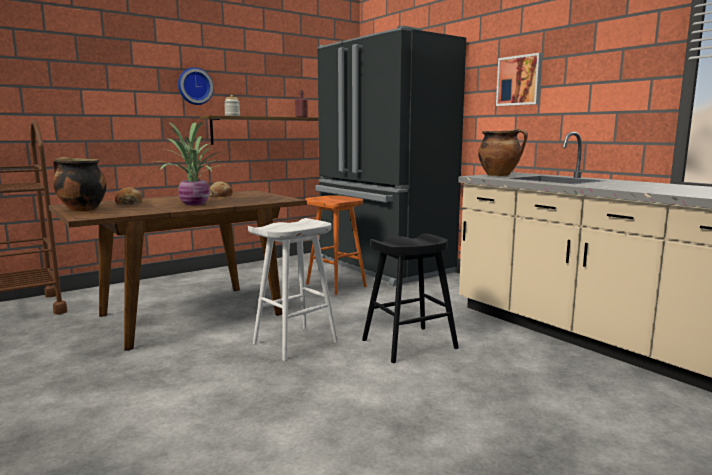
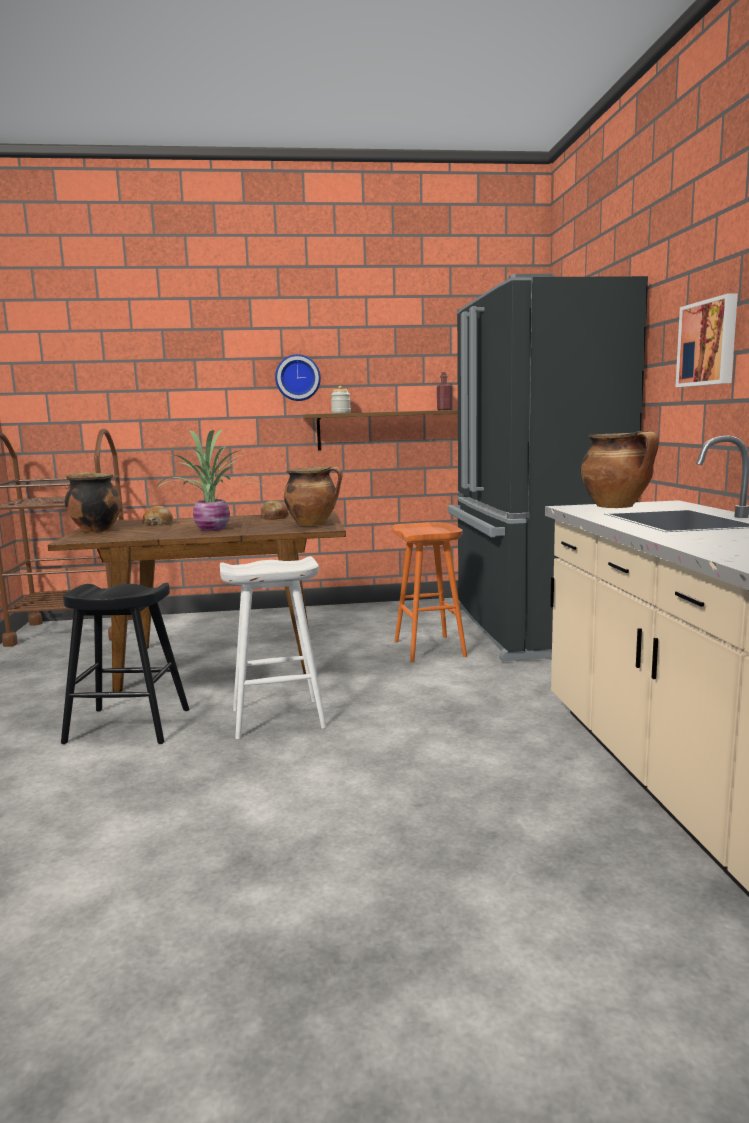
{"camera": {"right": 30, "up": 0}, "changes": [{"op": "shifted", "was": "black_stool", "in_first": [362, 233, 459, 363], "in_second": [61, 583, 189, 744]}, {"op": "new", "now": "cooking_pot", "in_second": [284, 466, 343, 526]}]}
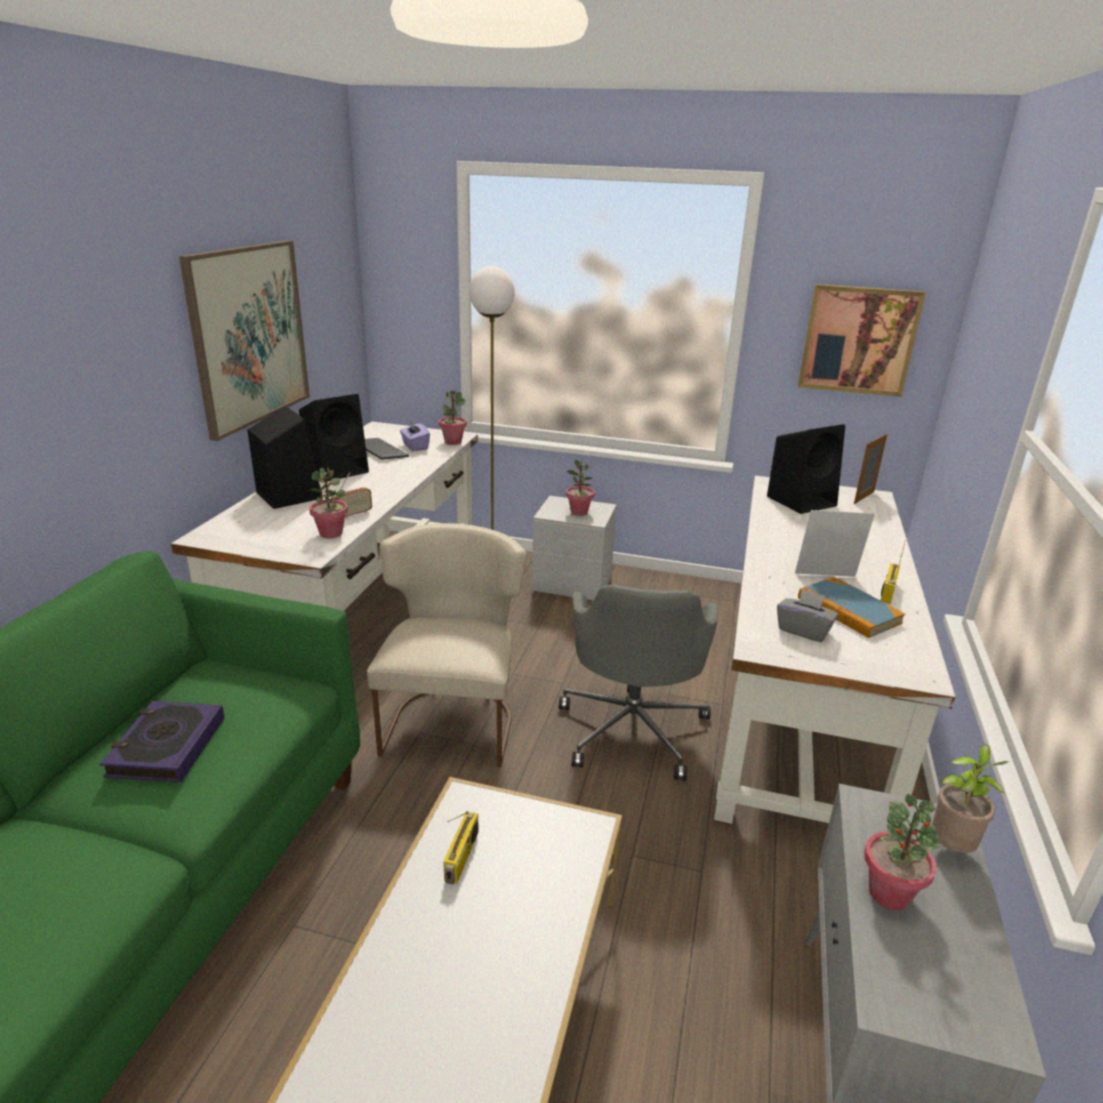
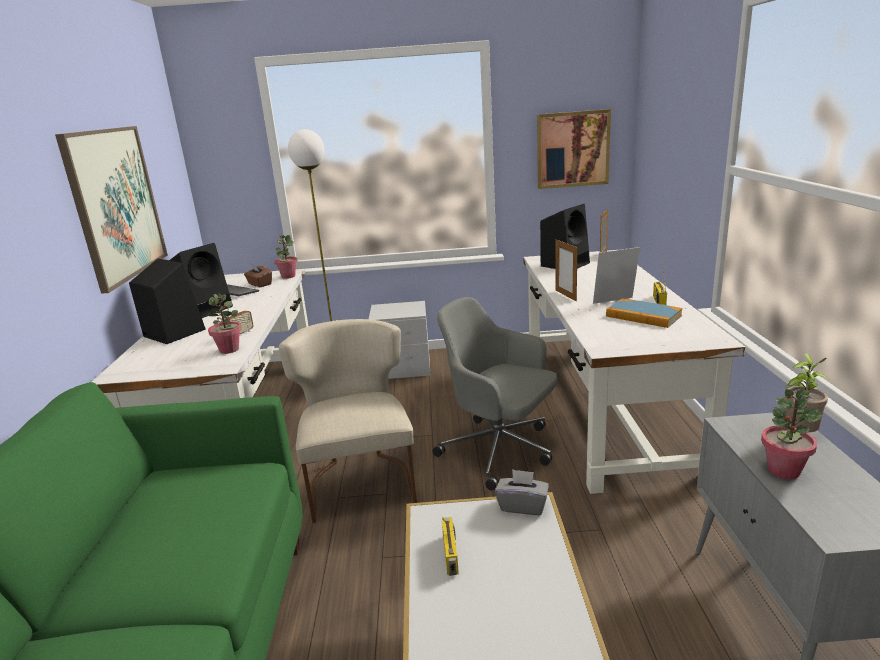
{"camera": {"right": -15, "up": -5}, "changes": [{"op": "repainted", "was": "purple_tissue_box", "now": "brown_tissue_box", "in_first": [400, 420, 430, 451], "in_second": [244, 264, 272, 287]}, {"op": "rotated", "was": "grey_office_chair", "in_first": [559, 584, 718, 781], "in_second": [433, 297, 557, 491], "clockwise": 135}, {"op": "shifted", "was": "grey_tissue_box", "in_first": [777, 589, 839, 642], "in_second": [495, 469, 549, 515]}, {"op": "new", "now": "picture_frame", "in_second": [555, 239, 578, 301]}, {"op": "gone", "was": "book", "in_first": [100, 701, 224, 782]}, {"op": "gone", "was": "potted_plant", "in_first": [566, 460, 595, 516]}]}
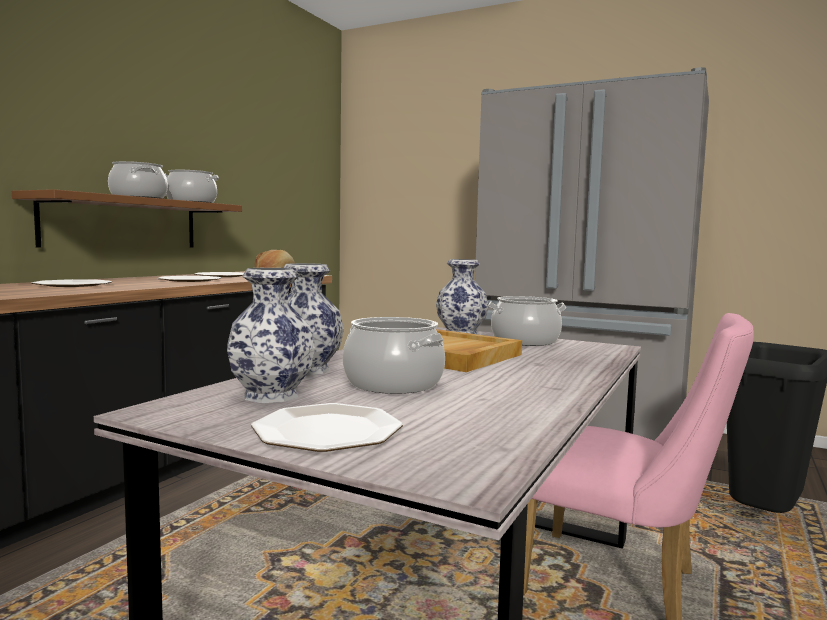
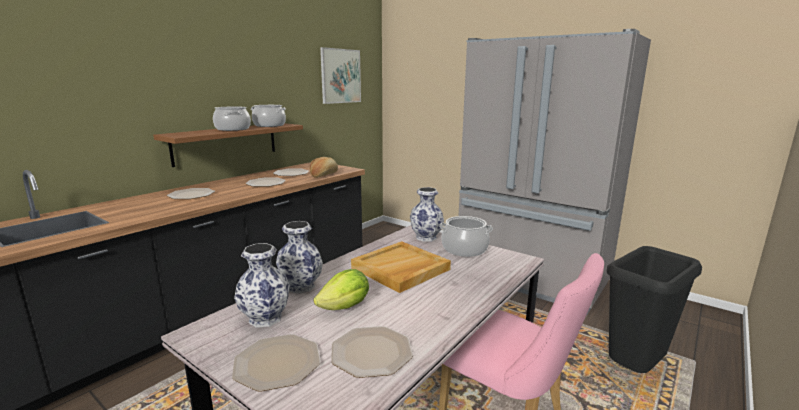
{"camera": {"right": 10, "up": 10}, "changes": [{"op": "swapped", "was": "cooking_pot", "now": "lettuce", "in_first": [343, 317, 445, 394], "in_second": [314, 269, 369, 310]}, {"op": "new", "now": "picture", "in_second": [320, 47, 361, 104]}, {"op": "new", "now": "plate", "in_second": [331, 326, 413, 378]}]}
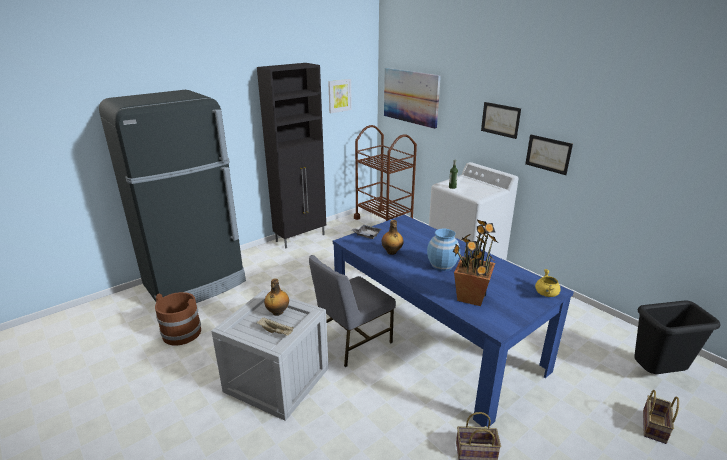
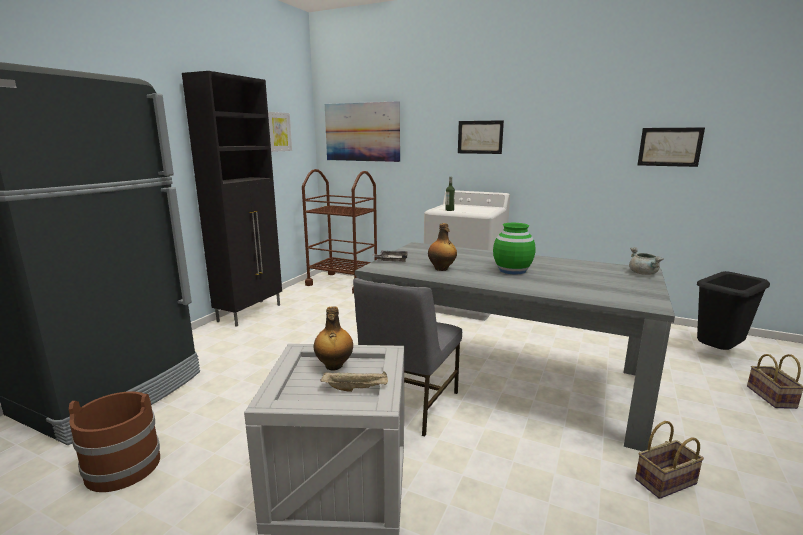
{"camera": {"right": -25, "up": -10}, "changes": [{"op": "repainted", "was": "blue_dining_table", "now": "grey_dining_table", "in_first": [333, 215, 574, 427], "in_second": [355, 242, 675, 451]}, {"op": "repainted", "was": "blue_vase", "now": "green_vase", "in_first": [427, 229, 460, 271], "in_second": [493, 223, 536, 274]}, {"op": "repainted", "was": "yellow_cooking_pot", "now": "grey_cooking_pot", "in_first": [535, 269, 561, 297], "in_second": [629, 247, 664, 275]}, {"op": "shifted", "was": "picture", "in_first": [525, 135, 573, 175], "in_second": [638, 127, 705, 167]}, {"op": "gone", "was": "potted_plant", "in_first": [453, 220, 497, 306]}]}
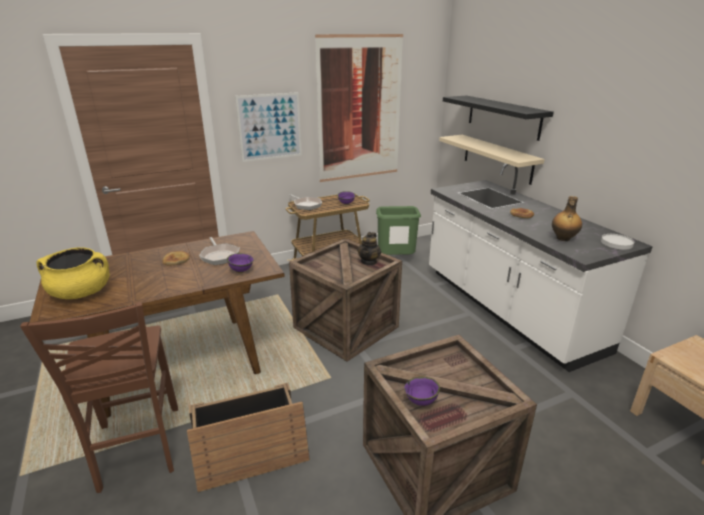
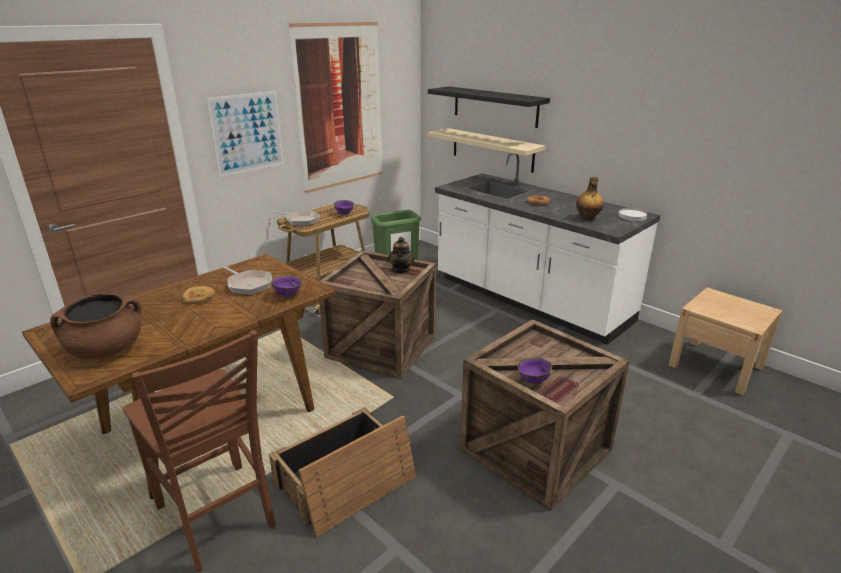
{"camera": {"right": -20, "up": 0}, "changes": [{"op": "repainted", "was": "yellow_cooking_pot", "now": "brown_cooking_pot", "in_first": [36, 247, 110, 299], "in_second": [50, 293, 142, 359]}]}
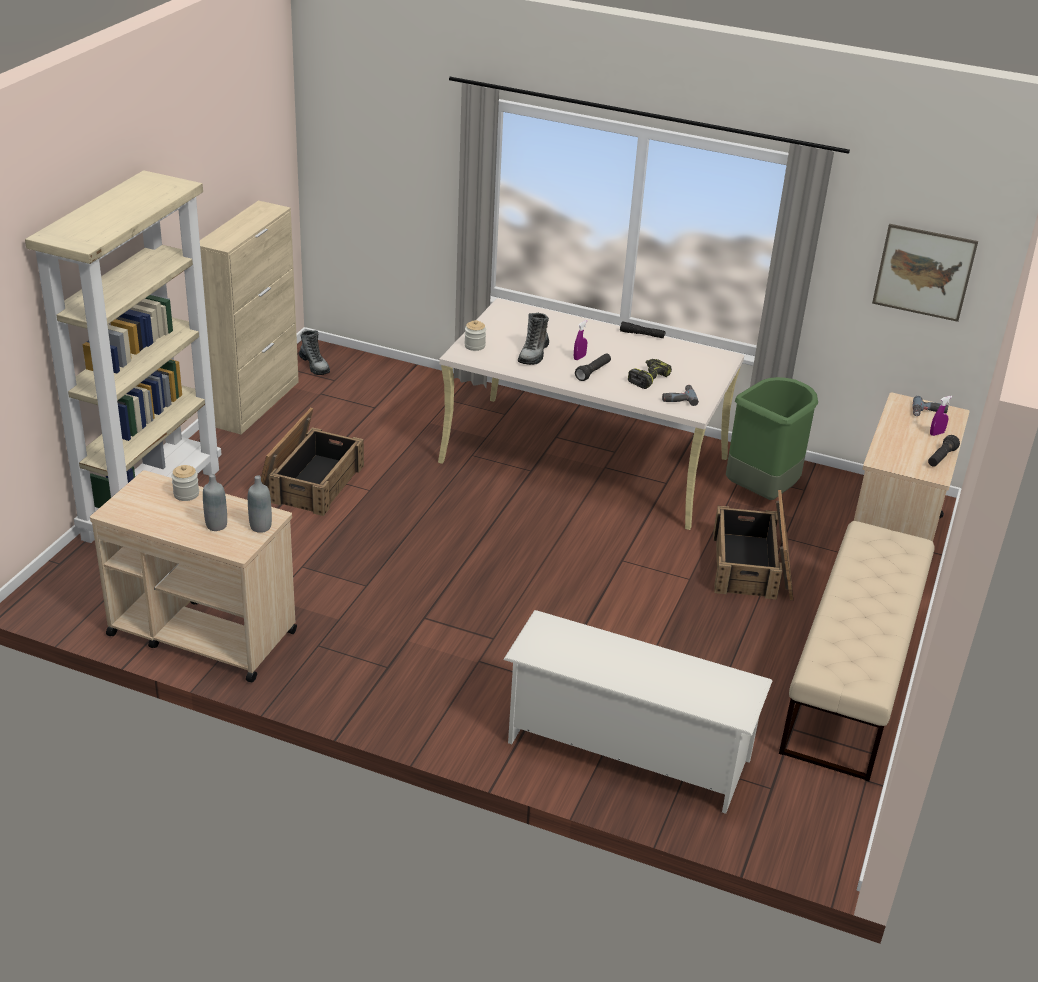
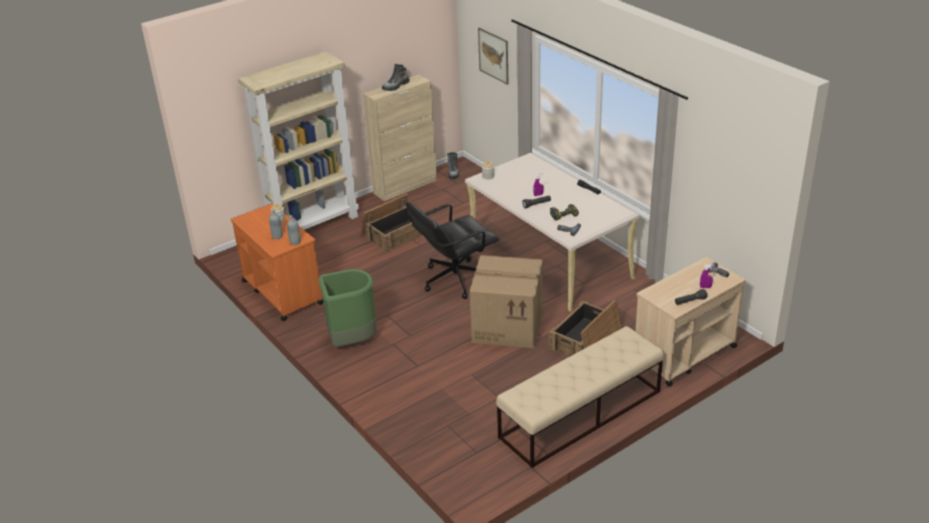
{"camera": {"right": 35, "up": 0}, "changes": [{"op": "repainted", "was": "beige_cart", "now": "orange_cart", "in_first": [90, 470, 297, 682], "in_second": [231, 203, 323, 321]}, {"op": "shifted", "was": "green_trash_can", "in_first": [726, 377, 818, 500], "in_second": [318, 269, 377, 347]}, {"op": "shifted", "was": "boot", "in_first": [518, 313, 549, 365], "in_second": [382, 64, 410, 91]}, {"op": "new", "now": "black_office_chair", "in_second": [406, 202, 499, 299]}, {"op": "new", "now": "cardboard_box", "in_second": [470, 255, 543, 348]}, {"op": "shifted", "was": "picture", "in_first": [872, 224, 978, 322], "in_second": [478, 28, 508, 85]}, {"op": "gone", "was": "white_shoe_rack", "in_first": [503, 610, 773, 814]}]}
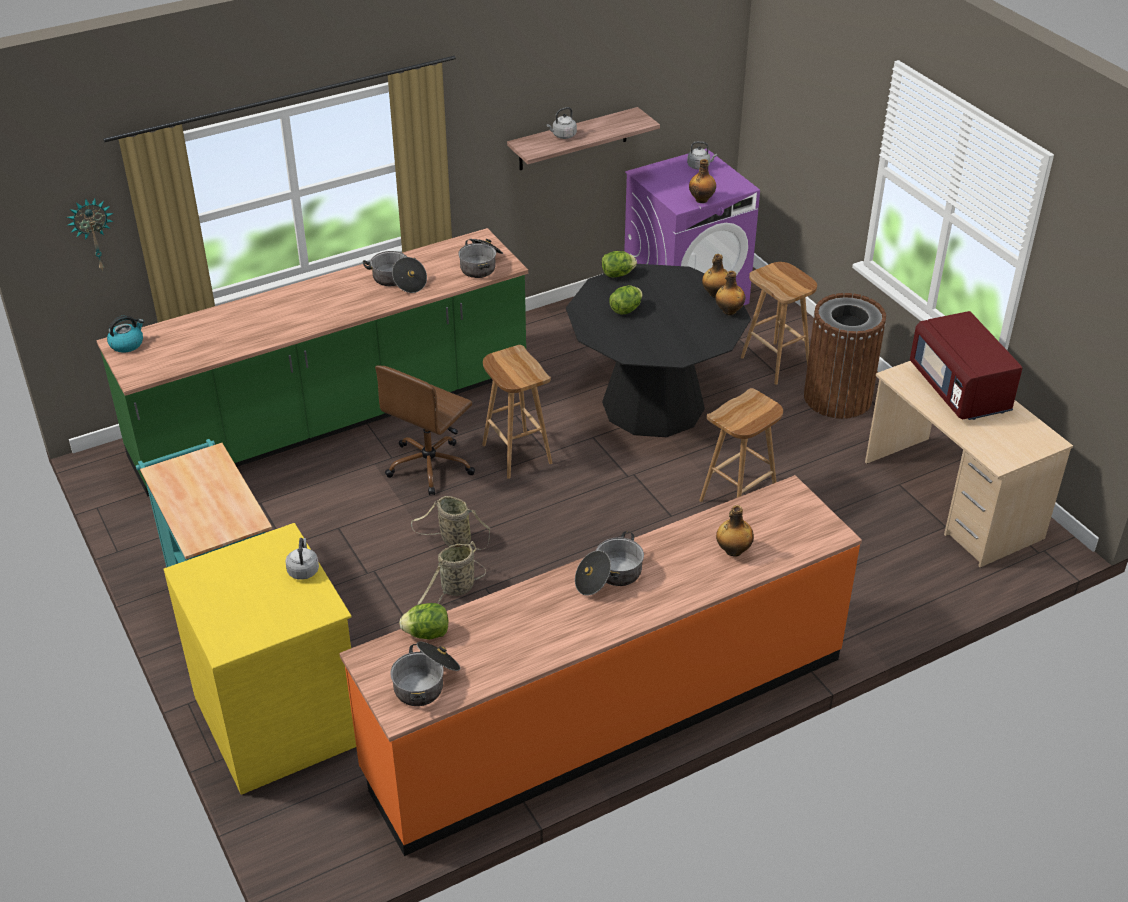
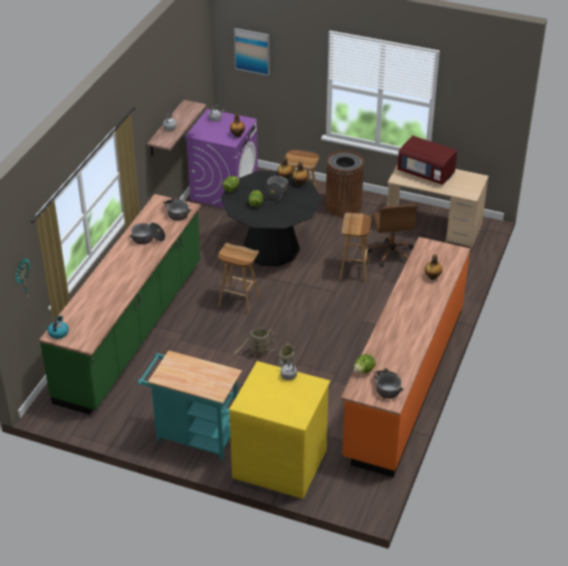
{"camera": {"right": -40, "up": 0}, "changes": [{"op": "new", "now": "picture", "in_second": [234, 28, 270, 76]}, {"op": "shifted", "was": "cooking_pot", "in_first": [575, 531, 644, 596], "in_second": [264, 174, 288, 202]}, {"op": "shifted", "was": "brown_office_chair", "in_first": [375, 365, 475, 495], "in_second": [368, 204, 417, 267]}]}
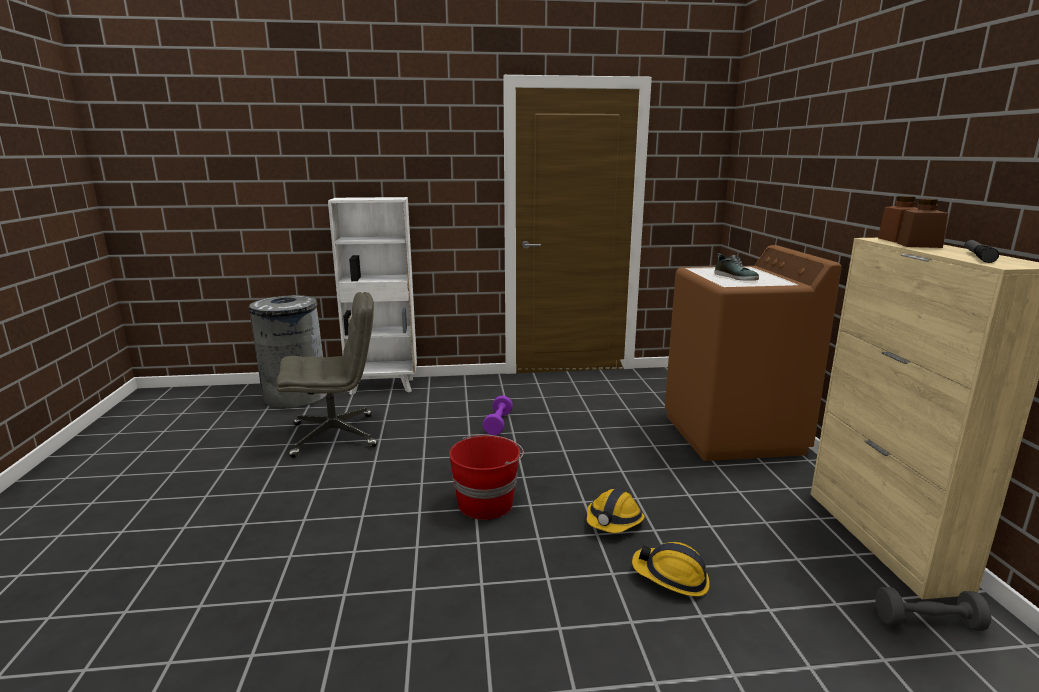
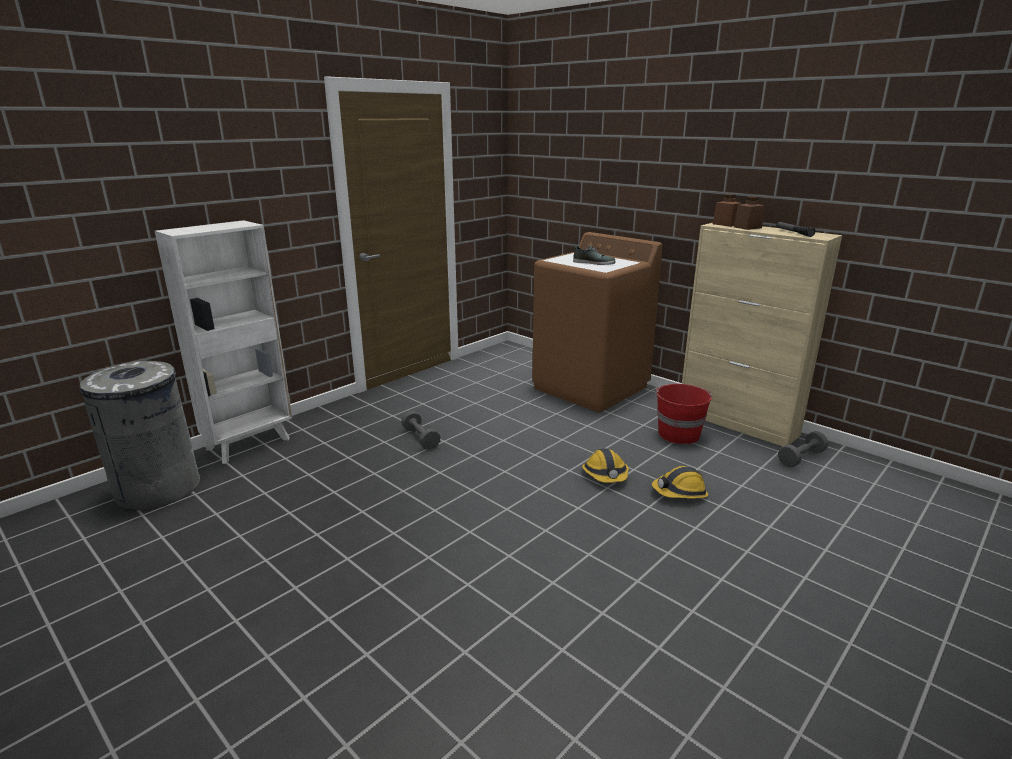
{"camera": {"right": -40, "up": 5}, "changes": [{"op": "repainted", "was": "purple_dumbbell", "now": "grey_dumbbell", "in_first": [483, 396, 513, 435], "in_second": [401, 411, 440, 450]}, {"op": "shifted", "was": "red_bucket", "in_first": [449, 435, 524, 520], "in_second": [656, 384, 712, 444]}, {"op": "gone", "was": "grey_office_chair", "in_first": [276, 292, 377, 458]}]}
